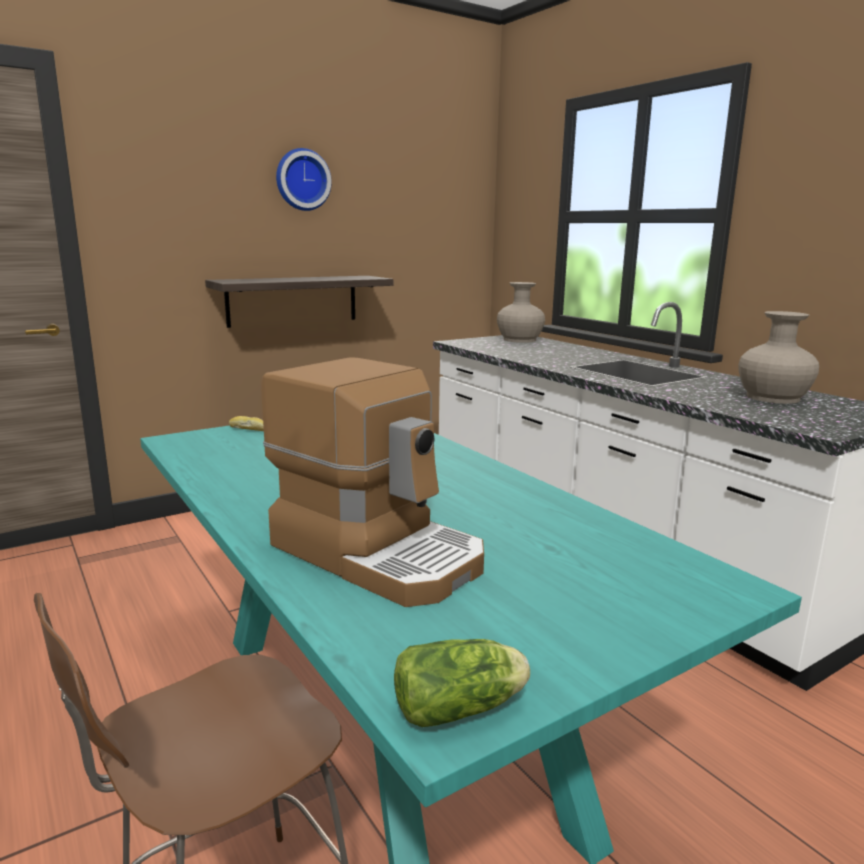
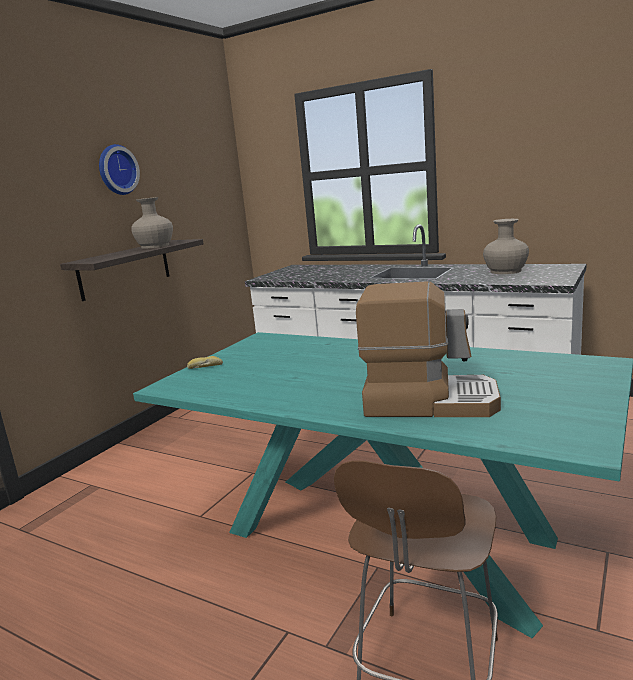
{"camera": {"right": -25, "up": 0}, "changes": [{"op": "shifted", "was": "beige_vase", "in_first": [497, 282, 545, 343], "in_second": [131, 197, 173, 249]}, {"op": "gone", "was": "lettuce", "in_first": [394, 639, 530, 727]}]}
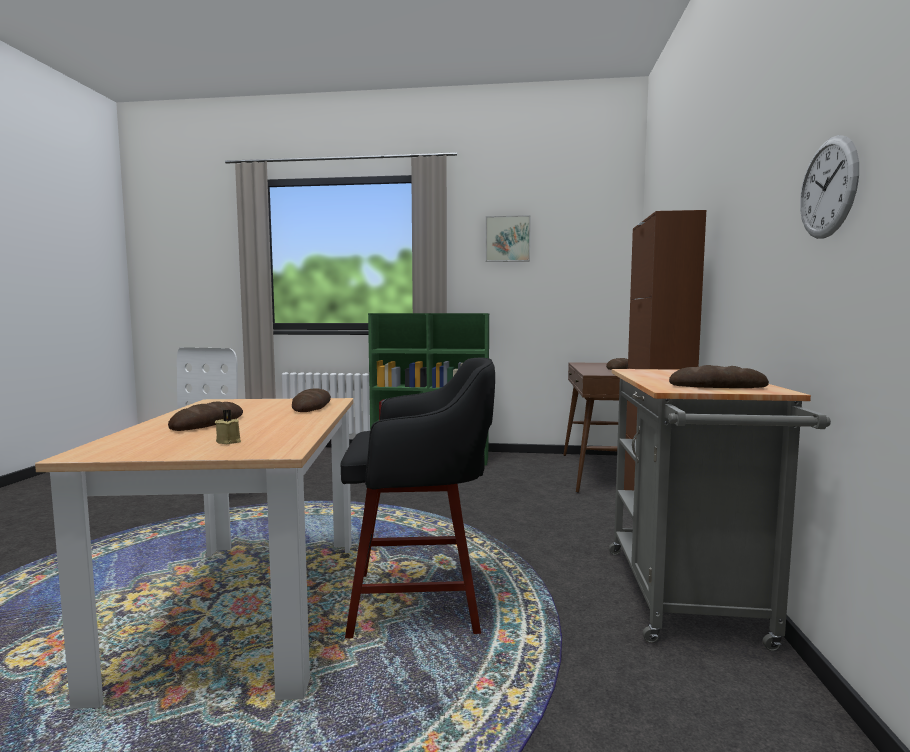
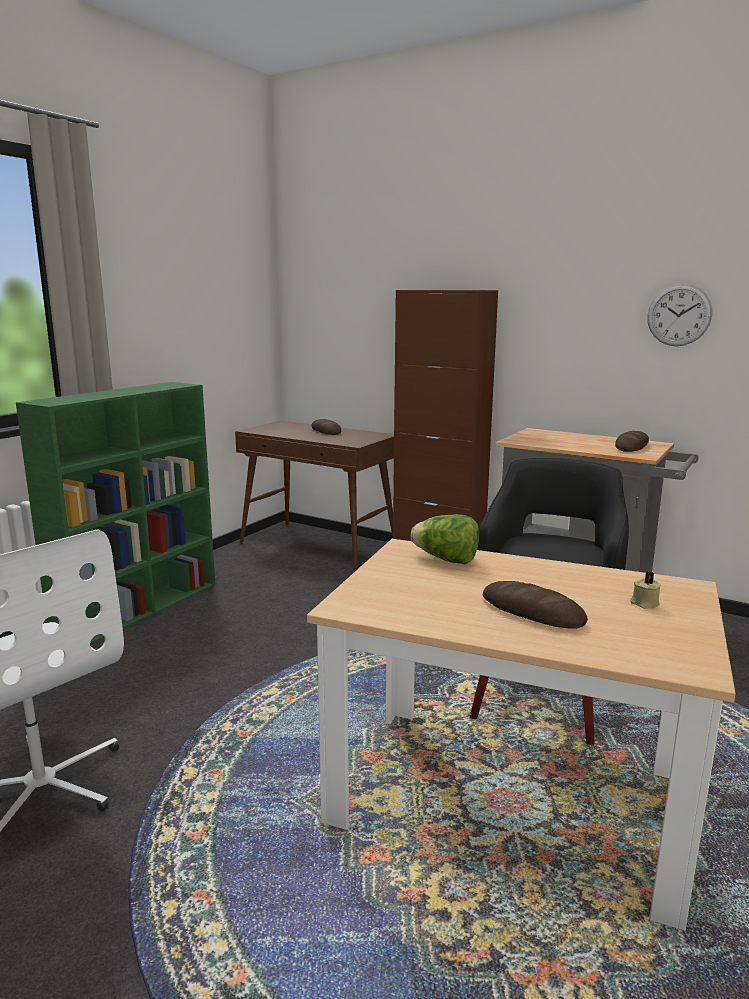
{"camera": {"right": -65, "up": 10}, "changes": [{"op": "swapped", "was": "bread", "now": "lettuce", "in_first": [292, 388, 331, 412], "in_second": [411, 514, 479, 564]}, {"op": "gone", "was": "picture", "in_first": [485, 215, 531, 262]}]}
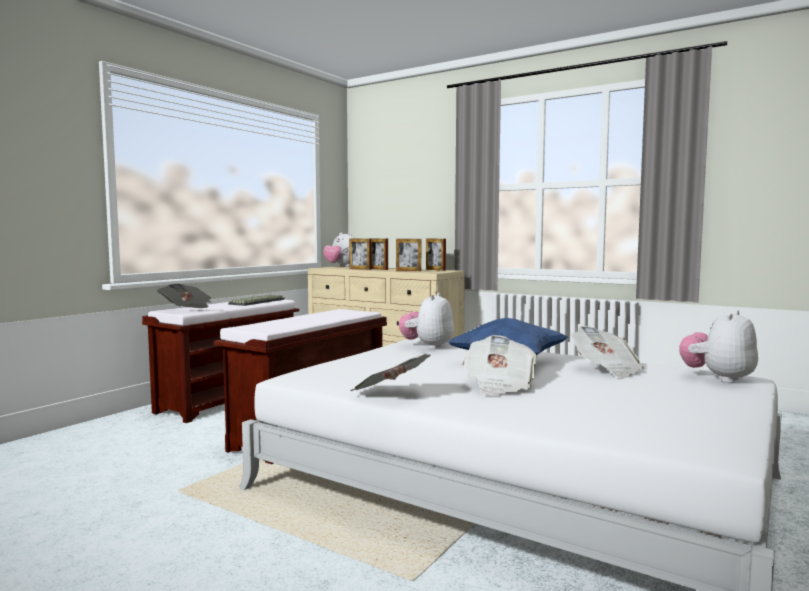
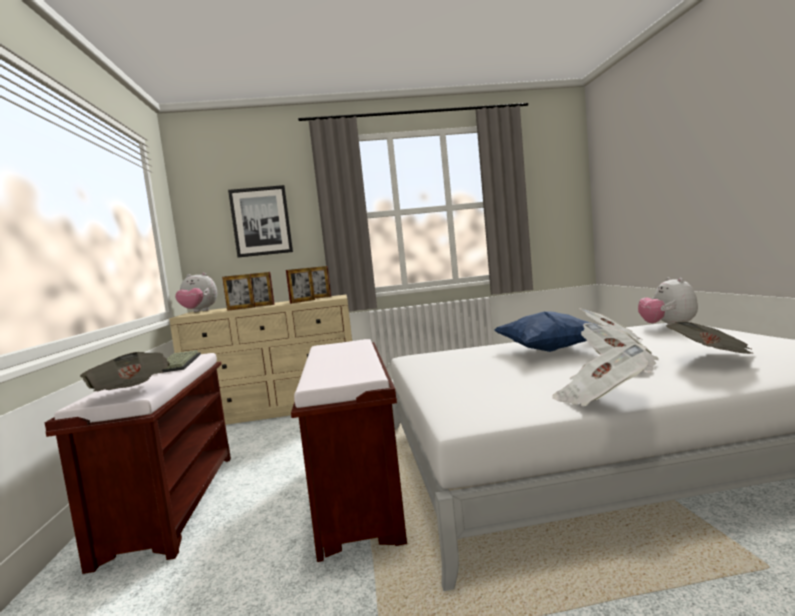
{"camera": {"right": -40, "up": 0}, "changes": [{"op": "new", "now": "picture", "in_second": [228, 185, 293, 258]}, {"op": "new", "now": "newspaper", "in_second": [666, 322, 752, 354]}, {"op": "gone", "was": "plush_toy", "in_first": [399, 293, 454, 349]}]}
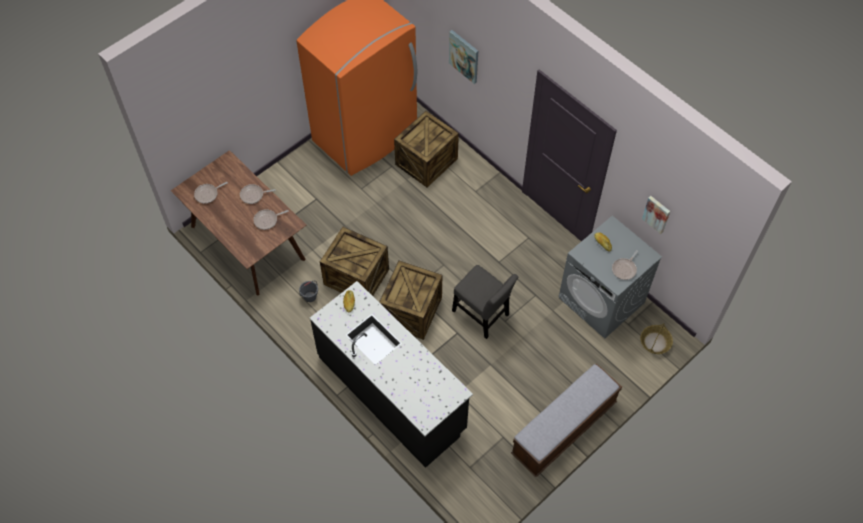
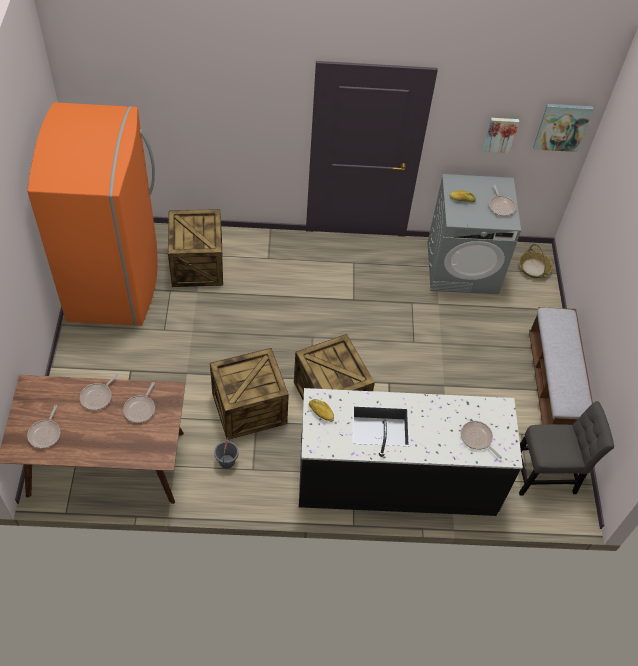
{"camera": {"right": -50, "up": -5}, "changes": [{"op": "new", "now": "frying_pan", "in_second": [461, 421, 502, 459]}, {"op": "shifted", "was": "grey_chair", "in_first": [452, 265, 518, 339], "in_second": [519, 401, 614, 496]}, {"op": "shifted", "was": "picture", "in_first": [449, 30, 478, 84], "in_second": [533, 104, 593, 152]}]}
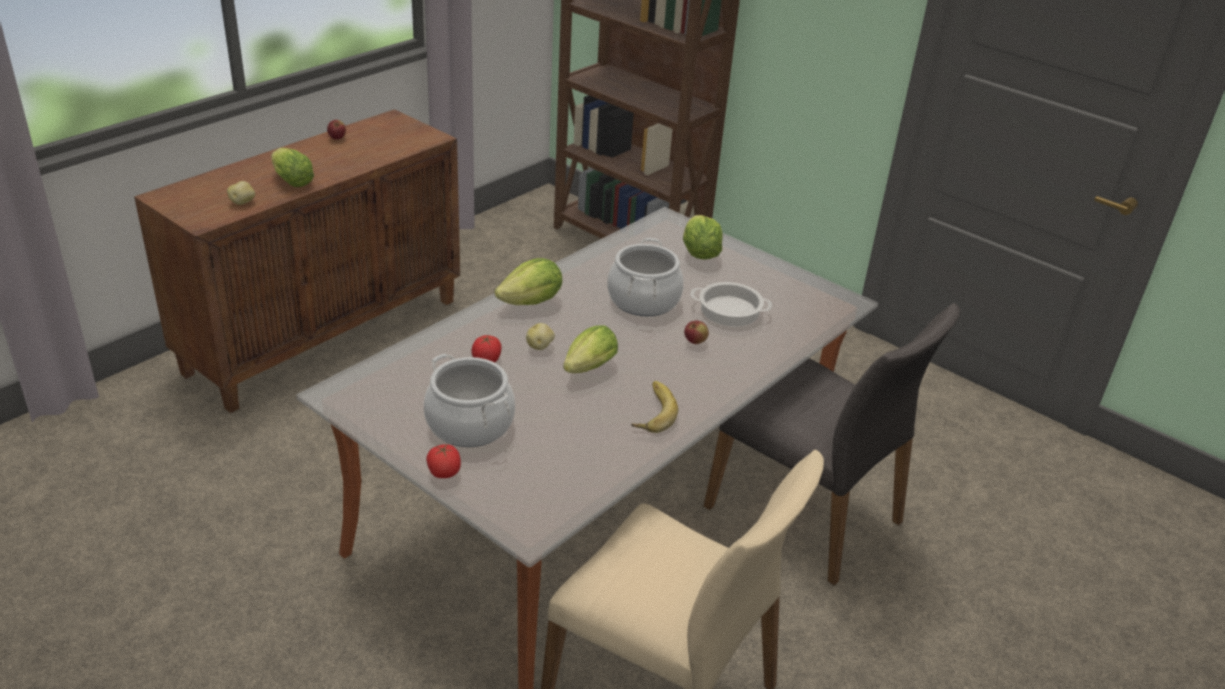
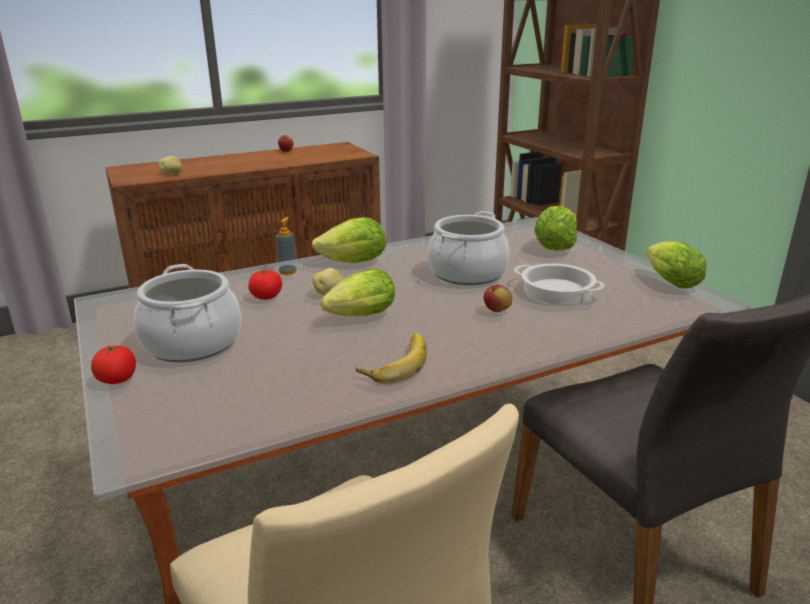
{"camera": {"right": 25, "up": -10}, "changes": [{"op": "new", "now": "soap_dispenser", "in_second": [276, 217, 298, 275]}, {"op": "shifted", "was": "lettuce", "in_first": [271, 148, 314, 187], "in_second": [646, 241, 707, 289]}]}
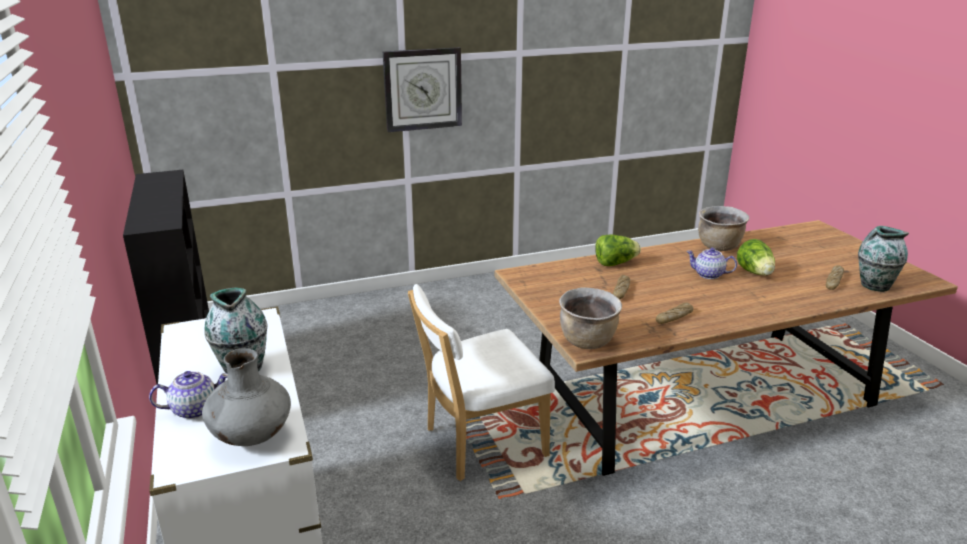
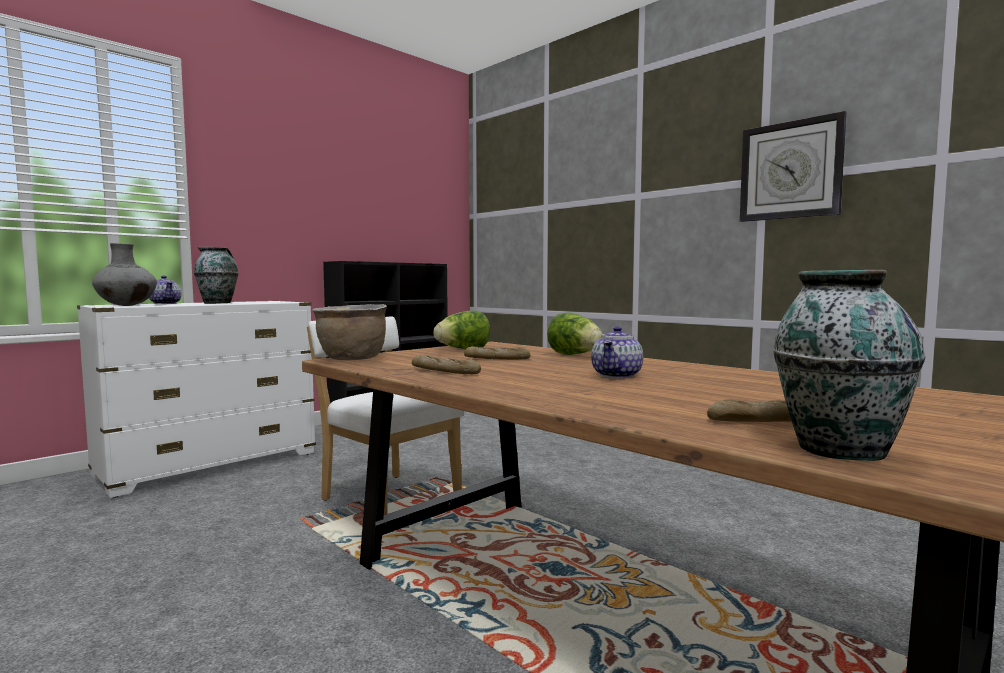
{"camera": {"right": 65, "up": -20}, "changes": [{"op": "shifted", "was": "lettuce", "in_first": [737, 239, 775, 276], "in_second": [433, 310, 490, 349]}, {"op": "rotated", "was": "teapot", "in_first": [686, 248, 737, 279], "in_second": [591, 326, 643, 378], "clockwise": -150}, {"op": "shifted", "was": "wall_clock", "in_first": [383, 47, 462, 132], "in_second": [740, 111, 846, 222]}, {"op": "gone", "was": "brown_cooking_pot", "in_first": [698, 206, 750, 251]}]}
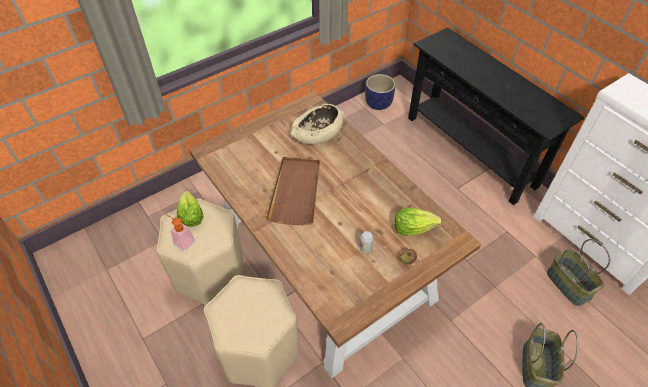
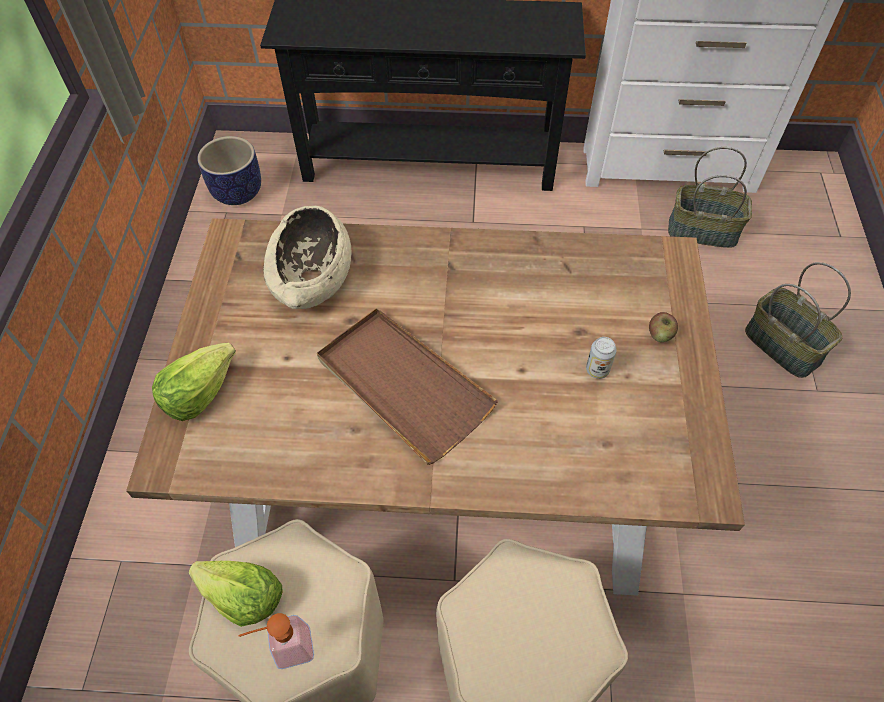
{"camera": {"right": -50, "up": 5}, "changes": [{"op": "shifted", "was": "lettuce", "in_first": [395, 208, 442, 236], "in_second": [152, 343, 236, 421]}]}
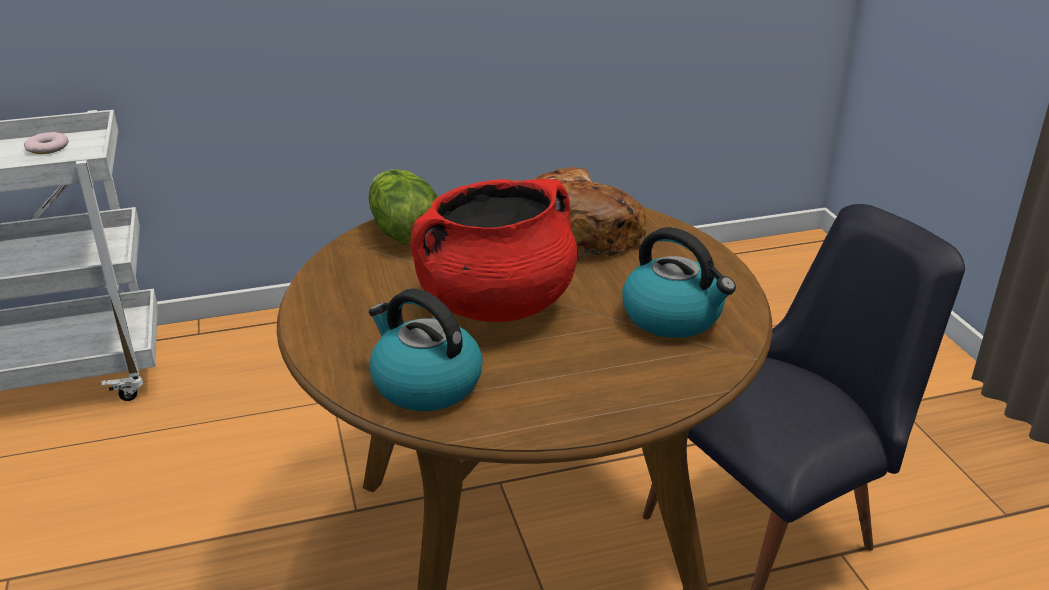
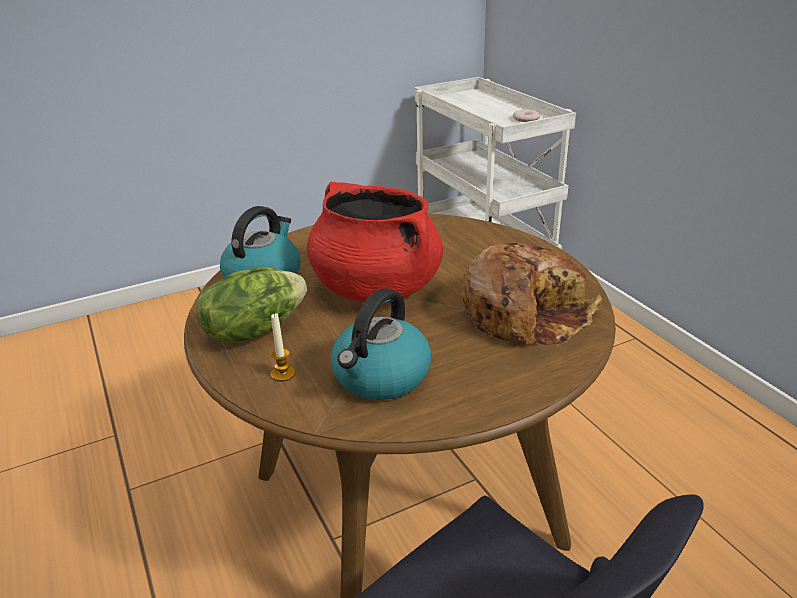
{"camera": {"right": 80, "up": 0}, "changes": [{"op": "shifted", "was": "lettuce", "in_first": [369, 169, 438, 245], "in_second": [196, 267, 307, 343]}, {"op": "new", "now": "candle", "in_second": [271, 313, 295, 382]}]}
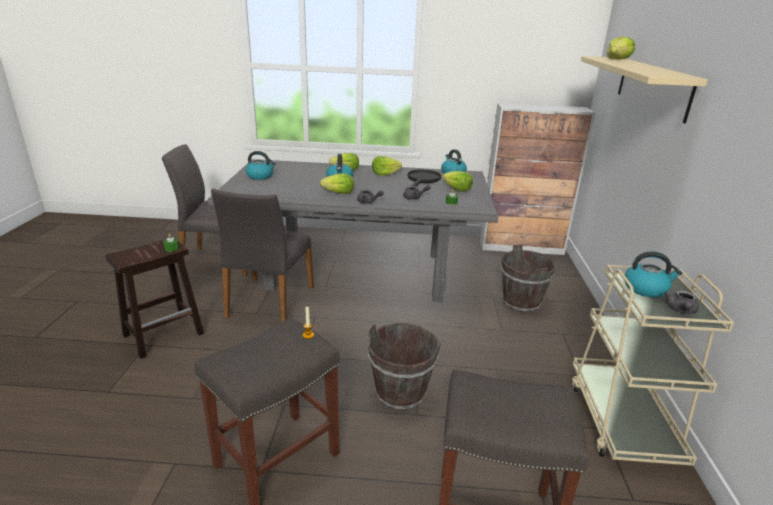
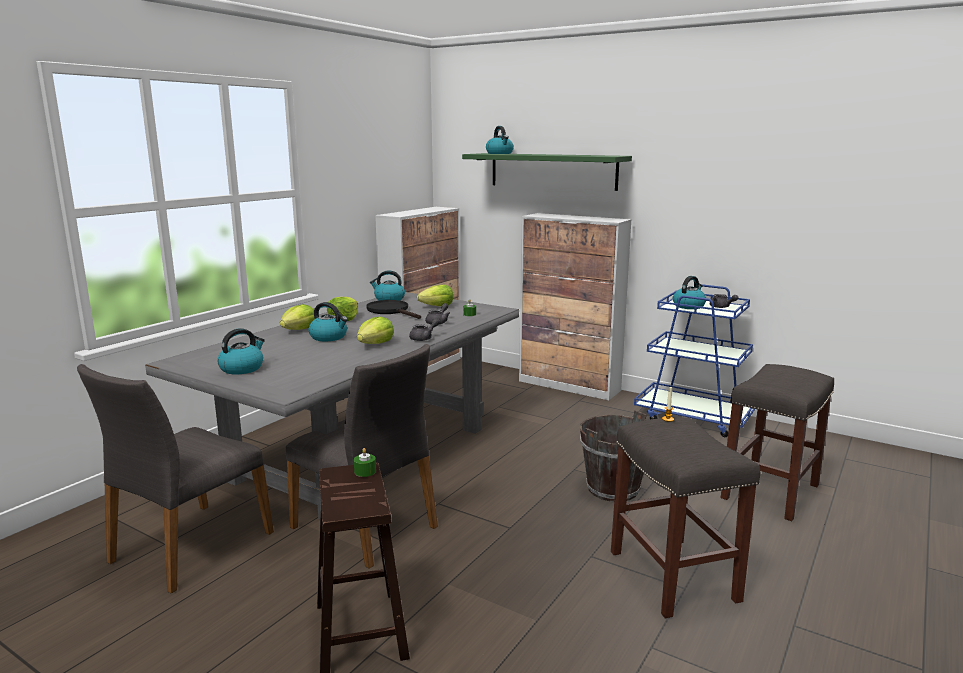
{"camera": {"right": -60, "up": -10}, "changes": [{"op": "repainted", "was": "beige_shelf", "now": "green_shelf", "in_first": [581, 56, 708, 123], "in_second": [462, 153, 632, 191]}, {"op": "swapped", "was": "lettuce", "now": "kettle", "in_first": [606, 37, 635, 59], "in_second": [486, 126, 514, 154]}, {"op": "new", "now": "cabinet", "in_second": [519, 213, 632, 400]}, {"op": "repainted", "was": "beige_cart", "now": "blue_cart", "in_first": [572, 265, 734, 466], "in_second": [634, 284, 755, 437]}, {"op": "gone", "was": "brown_bucket", "in_first": [501, 244, 556, 313]}]}
